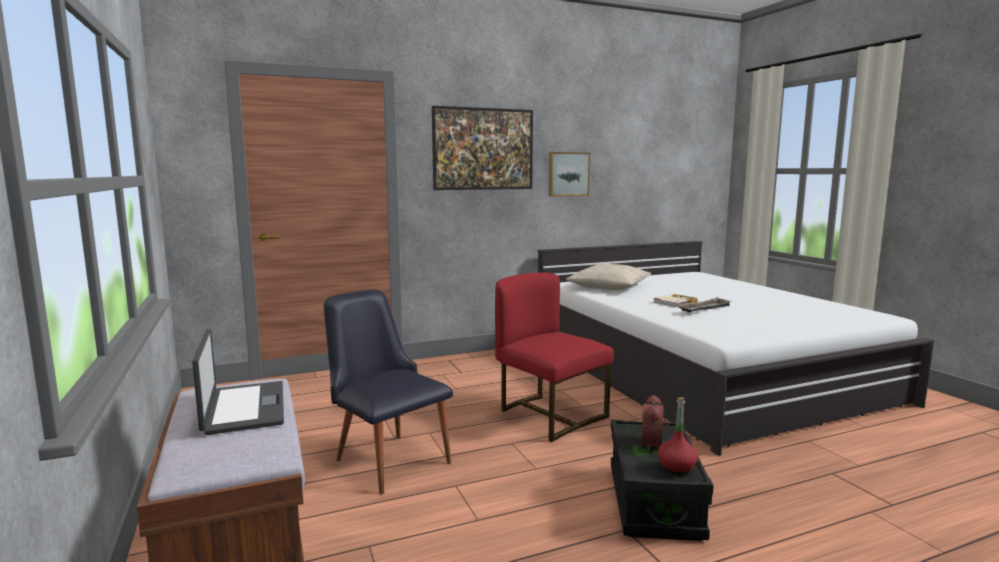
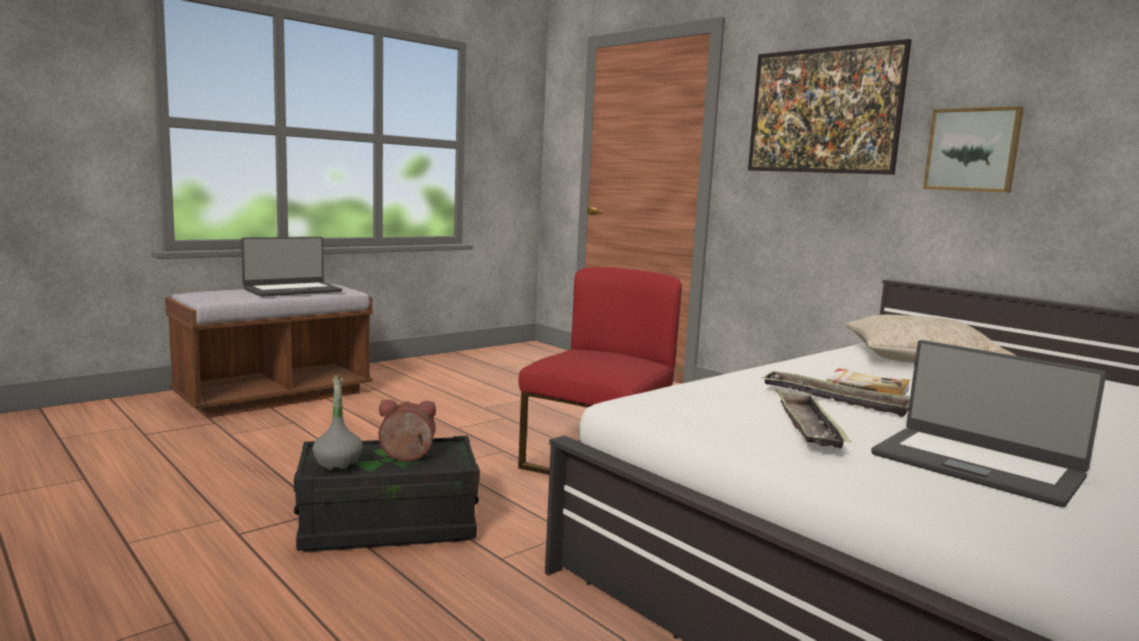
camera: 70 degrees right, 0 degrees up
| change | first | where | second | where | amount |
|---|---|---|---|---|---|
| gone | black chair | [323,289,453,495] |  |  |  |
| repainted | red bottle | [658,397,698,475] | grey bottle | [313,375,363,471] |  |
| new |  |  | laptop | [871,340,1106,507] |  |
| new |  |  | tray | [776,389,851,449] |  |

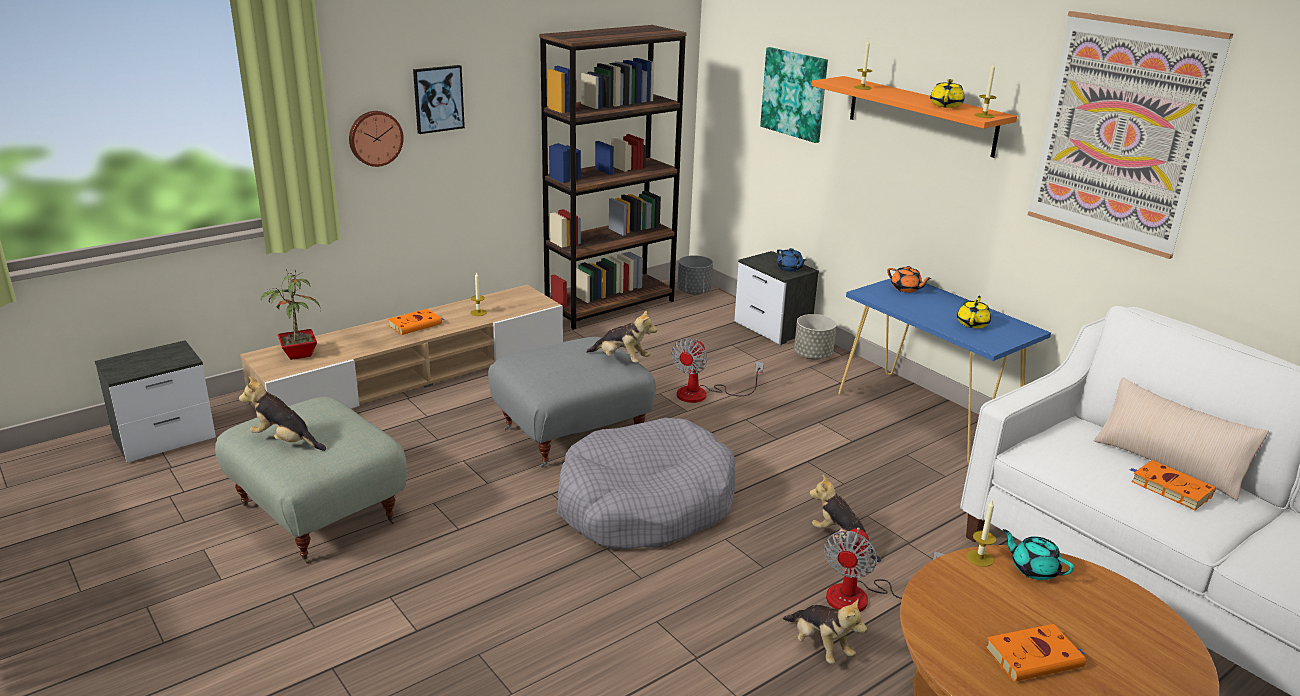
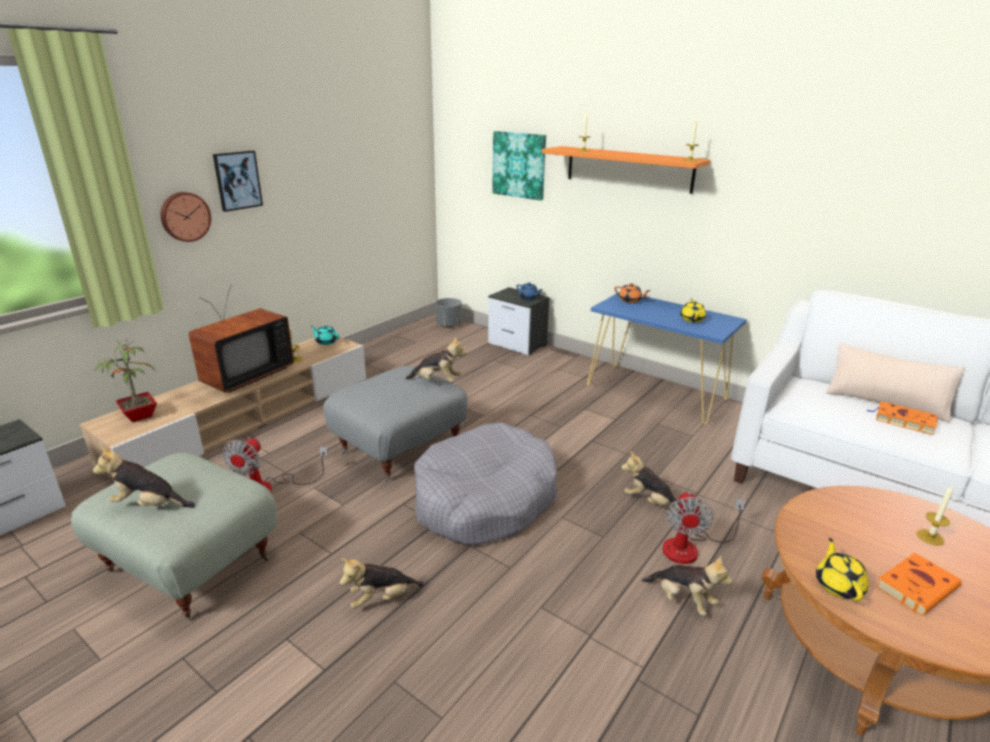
camera: 15 degrees left, 0 degrees up
| change | first | where | second | where | amount |
|---|---|---|---|---|---|
| gone | picture | [1028,11,1233,259] |  |  |  |
| gone | brown bookcase | [539,25,687,330] |  |  |  |
| shifted | yellow teapot | [930,79,964,108] |  | [816,538,869,601] |  |
| swapped | orange book | [388,309,444,335] | television | [189,284,294,393] |  |
| gone | grey planter | [794,314,837,360] |  |  |  |
| shifted | fan | [671,338,764,403] |  | [222,437,328,492] |  |
| shifted | candle | [966,499,996,567] |  | [917,486,953,546] |  |
| shifted | turquoise teapot | [1003,529,1074,580] |  | [311,325,339,345] |  |
| new |  |  | plush toy | [340,558,424,609] |  |

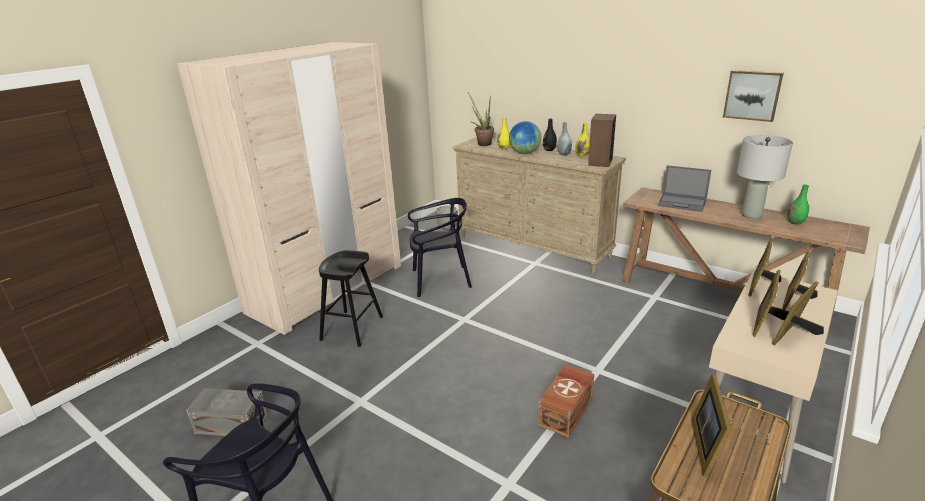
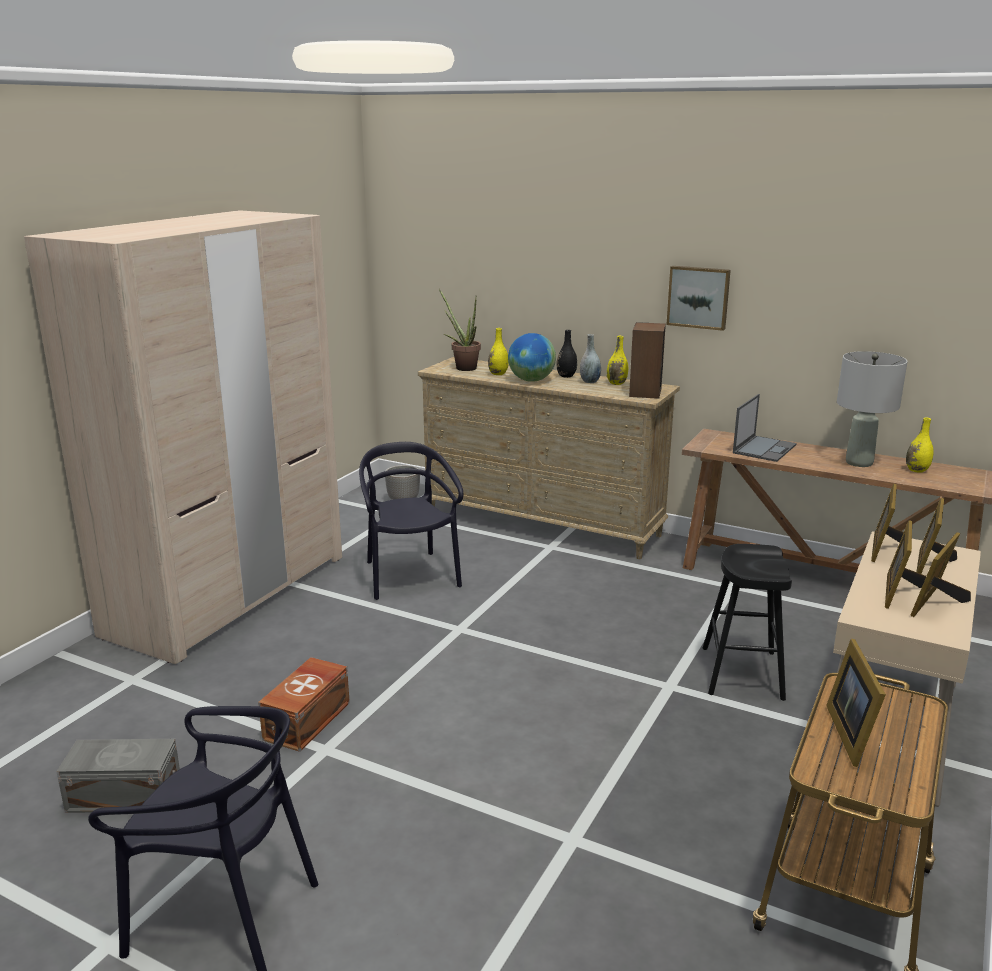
camera: 10 degrees left, 5 degrees down
| change | first | where | second | where | amount |
|---|---|---|---|---|---|
| shifted | picture | [723,70,784,122] |  | [666,266,731,331] |  |
| rotated | laptop | [657,165,711,212] |  | [733,394,797,462] | 75 degrees counterclockwise |
| repainted | green vase | [787,185,809,224] | yellow vase | [906,418,934,473] |  |
| rotated | black chair | [408,198,472,297] |  | [359,442,463,600] | 90 degrees counterclockwise |
| shifted | black stool | [319,250,383,347] |  | [703,544,792,701] |  |
| shifted | brown storage box | [538,364,594,438] |  | [258,657,350,752] |  |

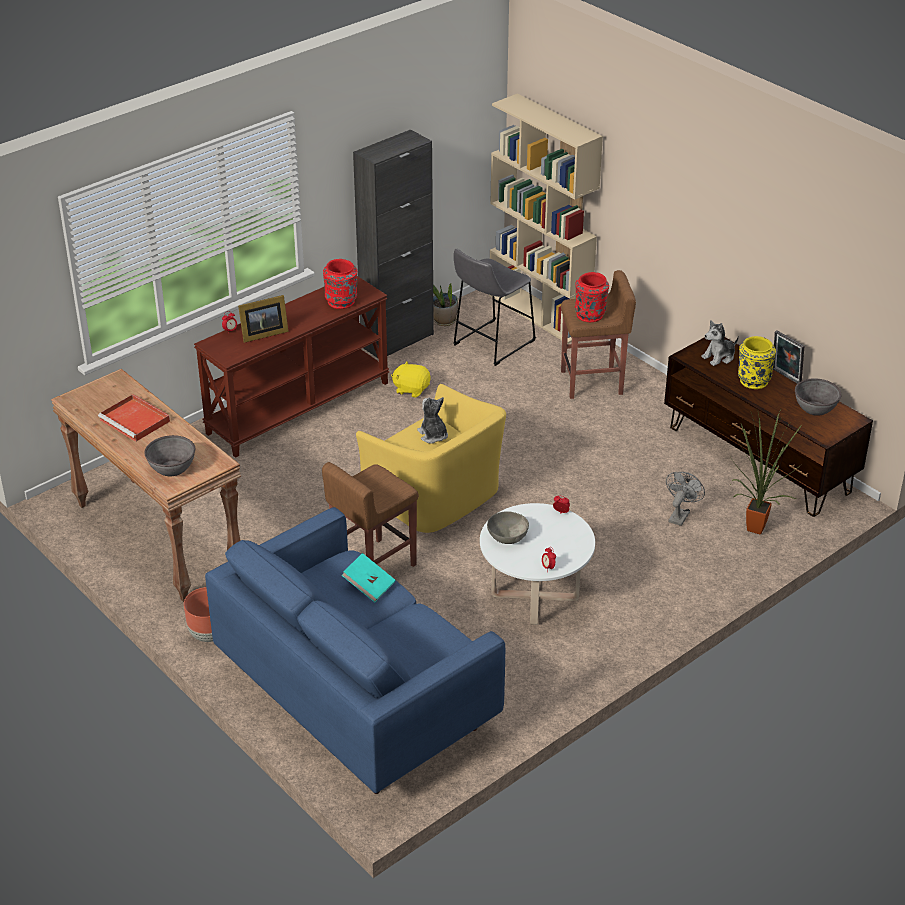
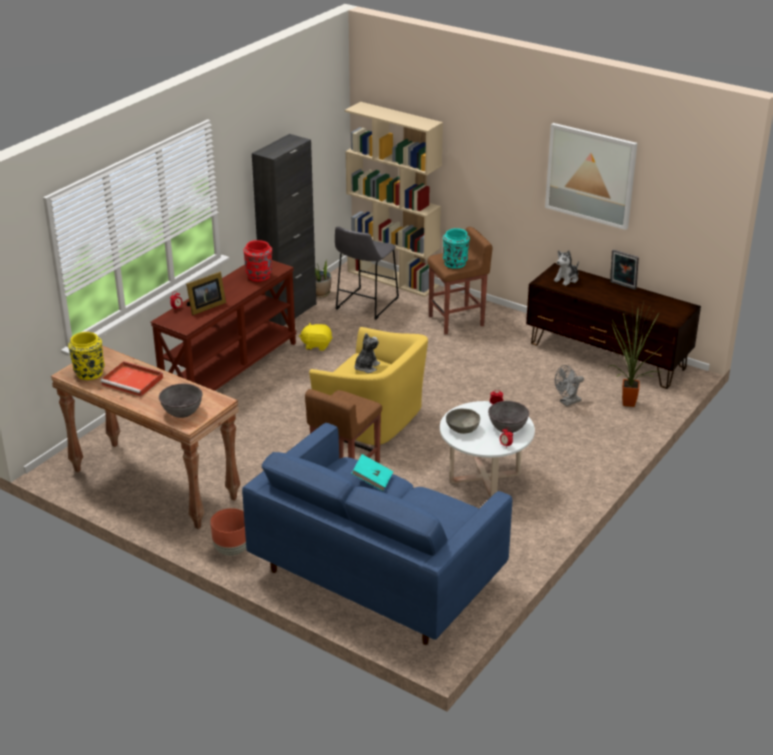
camera: 15 degrees left, 5 degrees down
| change | first | where | second | where | amount |
|---|---|---|---|---|---|
| repainted | red vase | [575,272,609,322] | turquoise vase | [443,228,470,269] |  |
| shifted | yellow vase | [738,336,776,389] |  | [68,332,105,380] |  |
| shifted | grey bowl | [795,378,842,416] |  | [488,401,529,433] |  |
| rotated | plush toy | [417,397,448,444] |  | [354,333,380,373] | 75 degrees clockwise |
| rotated | grey fan | [666,472,705,526] |  | [555,365,584,407] | 135 degrees counterclockwise |
| new |  |  | picture | [545,123,637,230] |  |

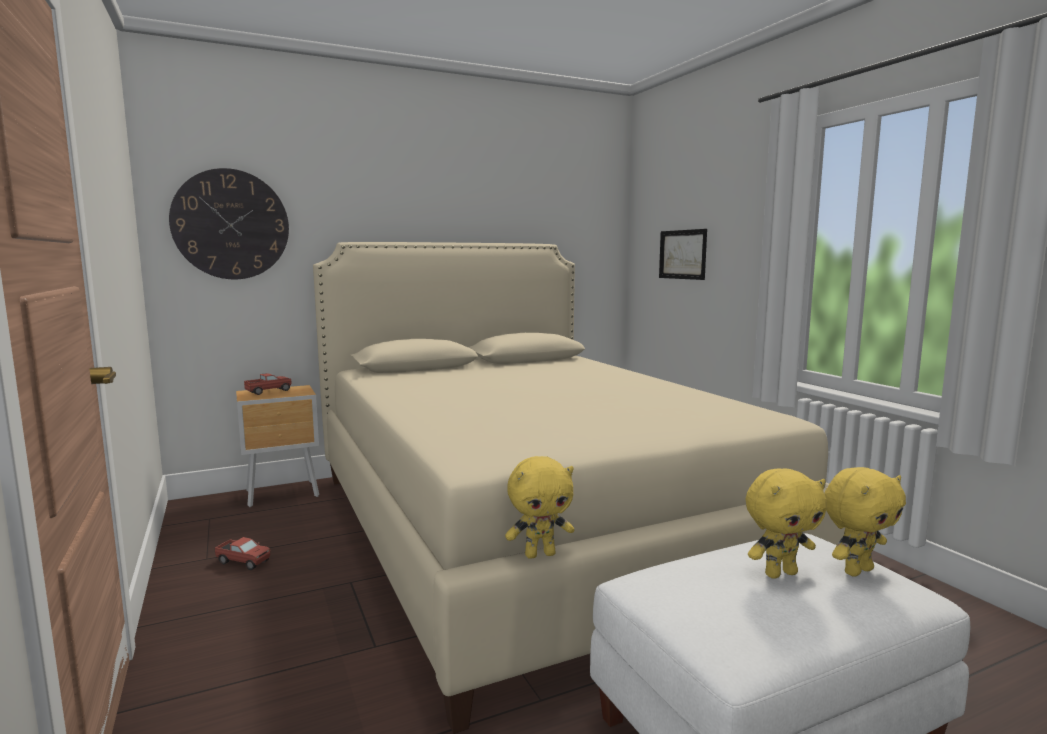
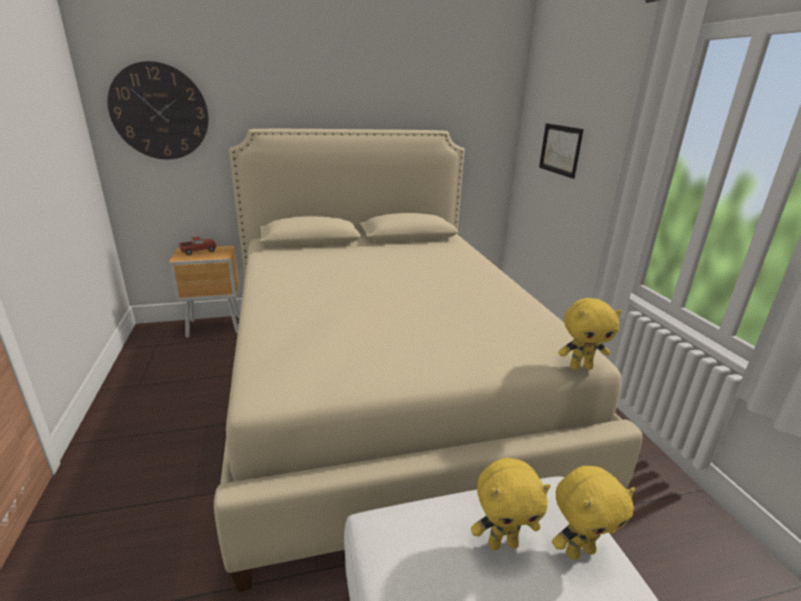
camera: 10 degrees right, 15 degrees up
| change | first | where | second | where | amount |
|---|---|---|---|---|---|
| shifted | yellow plush toy | [505,456,574,559] |  | [558,298,622,370] |  |
| gone | toy truck | [215,537,270,570] |  |  |  |

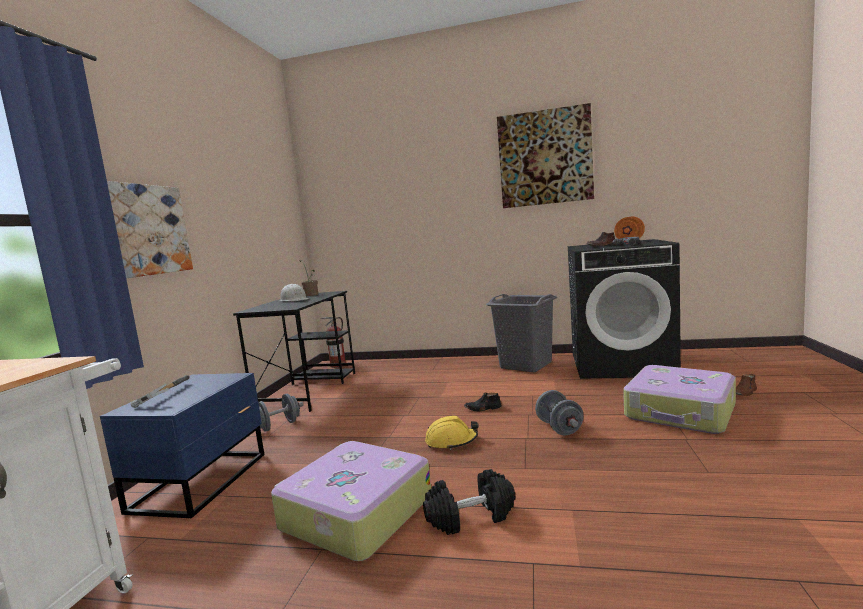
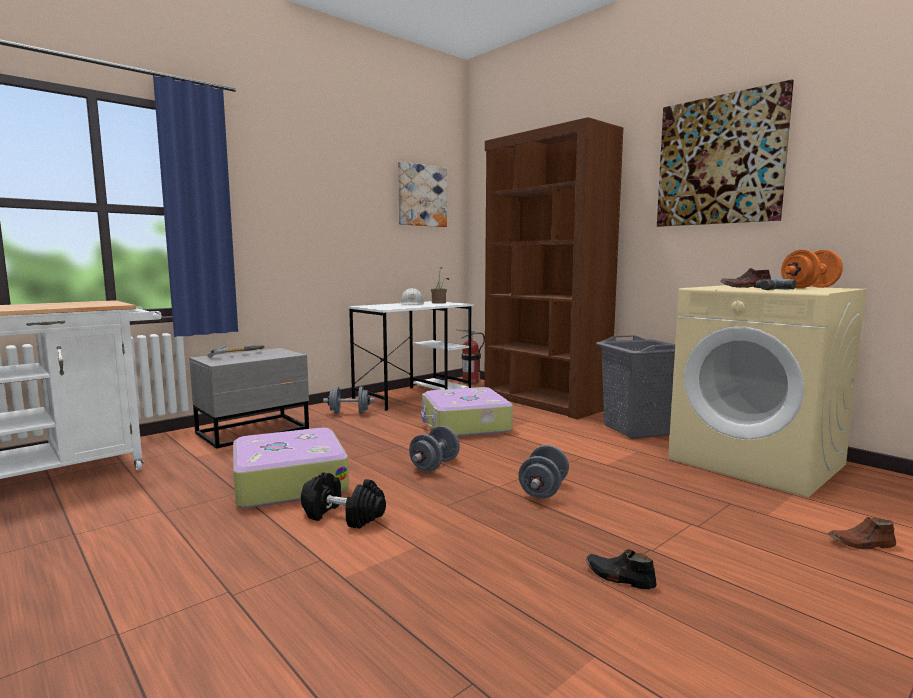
camera: 35 degrees right, 0 degrees up
| change | first | where | second | where | amount |
|---|---|---|---|---|---|
| shifted | picture | [107,181,193,278] |  | [398,161,447,227] |  |
| repainted | black washing machine | [567,239,681,379] | beige washing machine | [668,285,867,498] |  |
| repainted | black desk | [233,291,355,412] | white desk | [347,301,474,411] |  |
| shifted | suitcase | [623,365,736,434] |  | [421,387,513,437] |  |
| repainted | blue nightstand | [100,373,264,518] | grey nightstand | [189,348,309,449] |  |
| shifted | black shoe | [464,392,502,412] |  | [586,549,657,589] |  |
| swapped | yellow hard hat | [425,416,479,450] | grey dumbbell | [409,426,460,472] |  |
| new |  |  | brown bookcase | [484,117,623,419] |  |

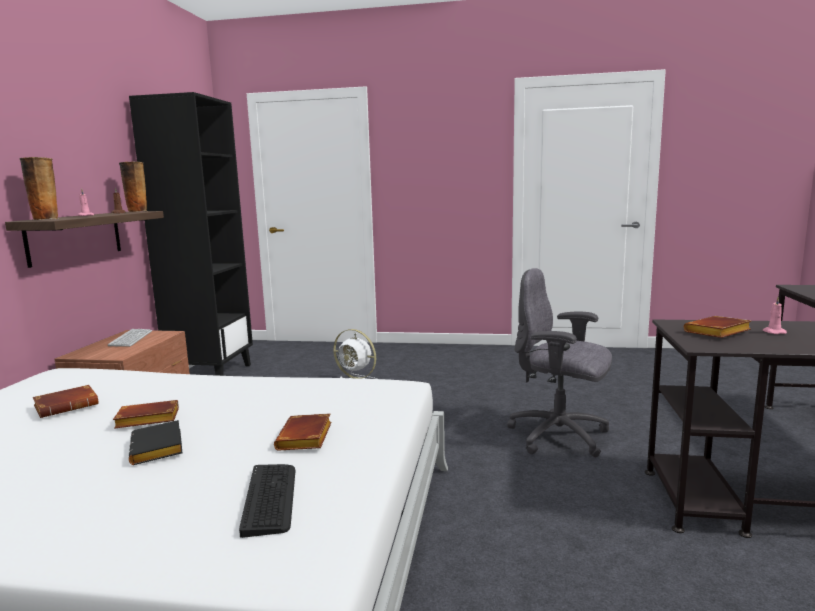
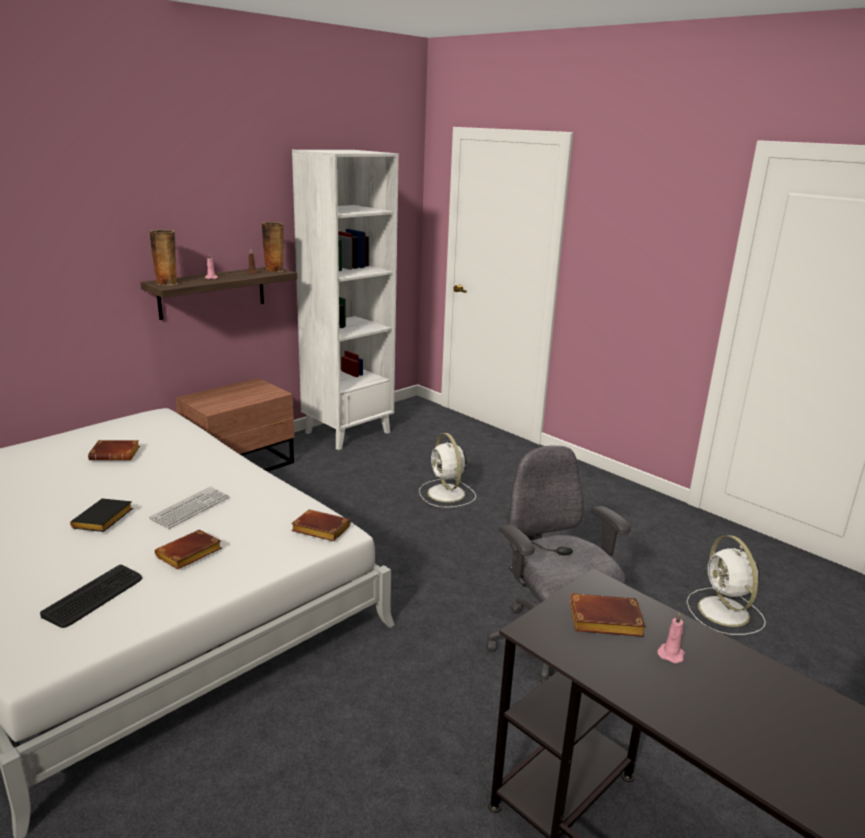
camera: 35 degrees right, 10 degrees up
| change | first | where | second | where | amount |
|---|---|---|---|---|---|
| repainted | black bookcase | [129,92,253,376] | white bookcase | [292,150,399,450] |  |
| shifted | keyboard | [108,329,152,347] |  | [149,487,229,529] |  |
| shifted | brown book | [113,400,179,429] |  | [291,510,351,541] |  |
| new |  |  | white fan | [686,535,766,635] |  |

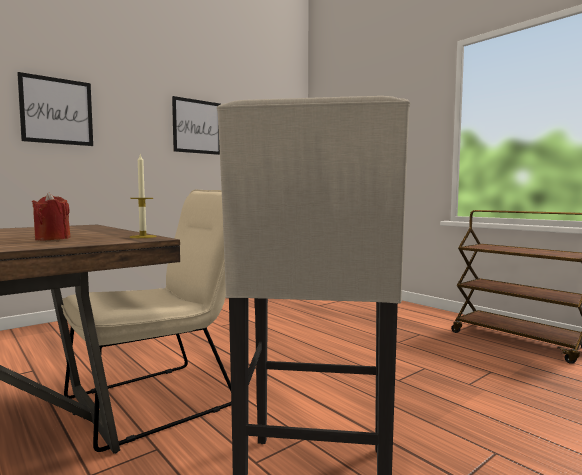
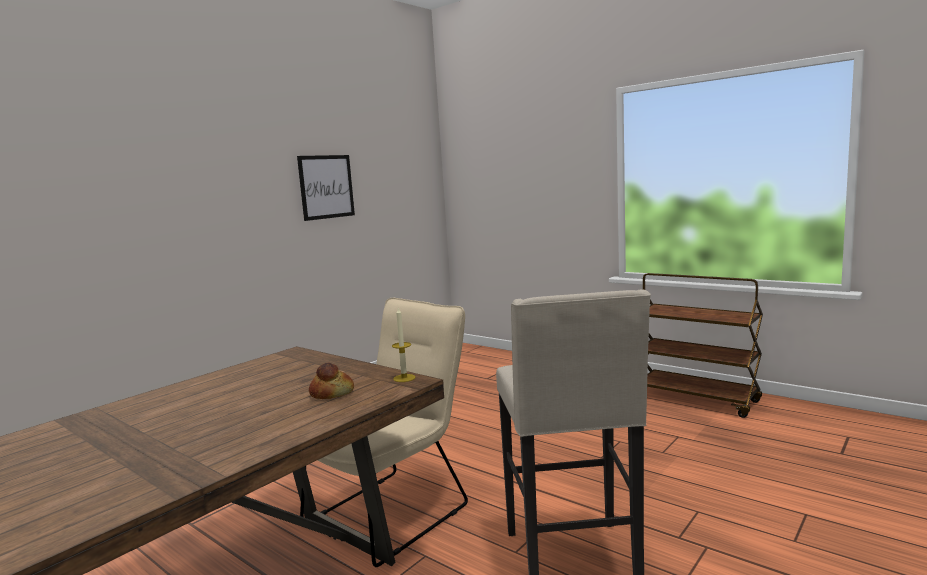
camera: 10 degrees left, 5 degrees up
| change | first | where | second | where | amount |
|---|---|---|---|---|---|
| gone | picture | [17,72,93,146] |  |  |  |
| swapped | red candle | [32,192,71,241] | bread | [309,363,354,399] |  |

